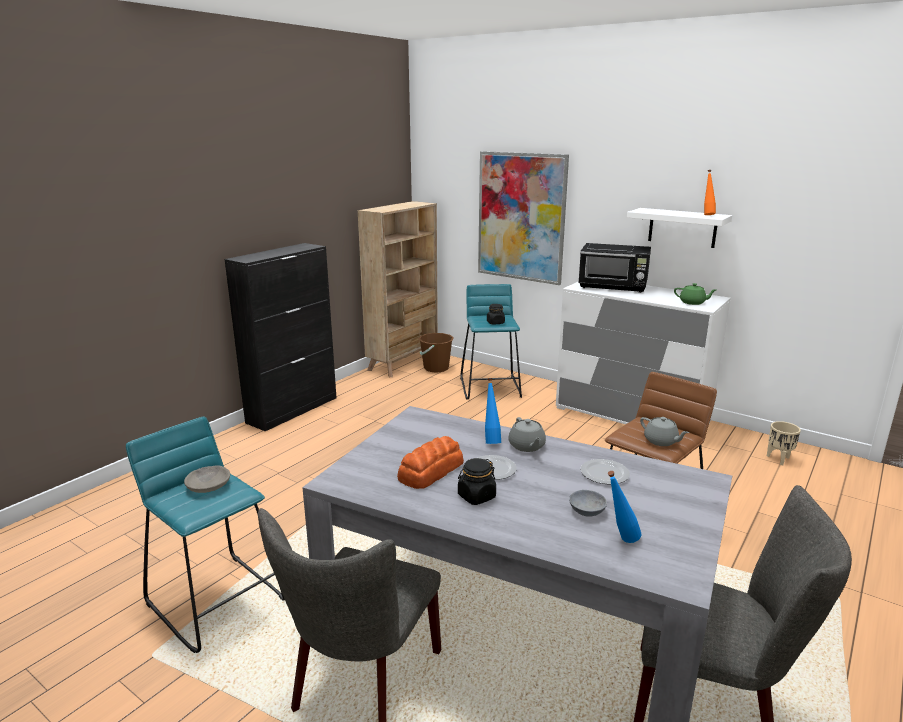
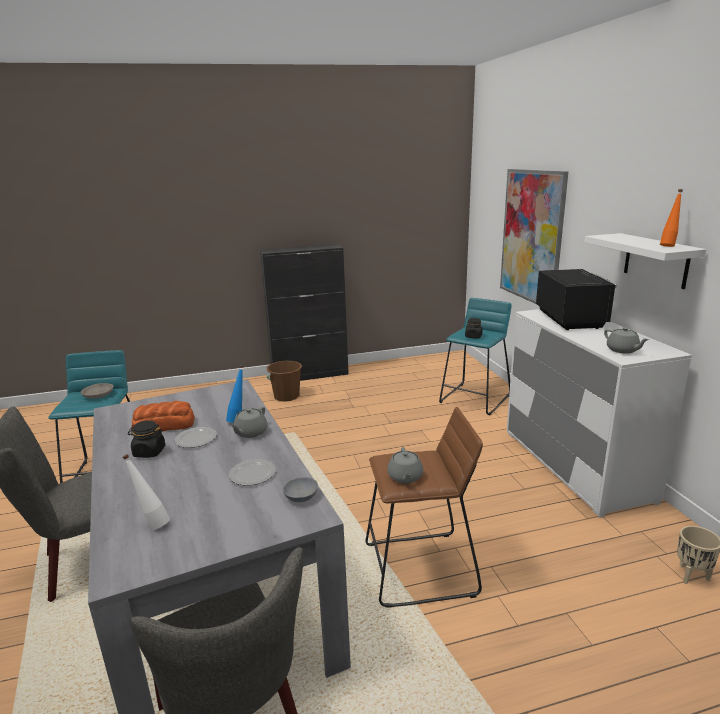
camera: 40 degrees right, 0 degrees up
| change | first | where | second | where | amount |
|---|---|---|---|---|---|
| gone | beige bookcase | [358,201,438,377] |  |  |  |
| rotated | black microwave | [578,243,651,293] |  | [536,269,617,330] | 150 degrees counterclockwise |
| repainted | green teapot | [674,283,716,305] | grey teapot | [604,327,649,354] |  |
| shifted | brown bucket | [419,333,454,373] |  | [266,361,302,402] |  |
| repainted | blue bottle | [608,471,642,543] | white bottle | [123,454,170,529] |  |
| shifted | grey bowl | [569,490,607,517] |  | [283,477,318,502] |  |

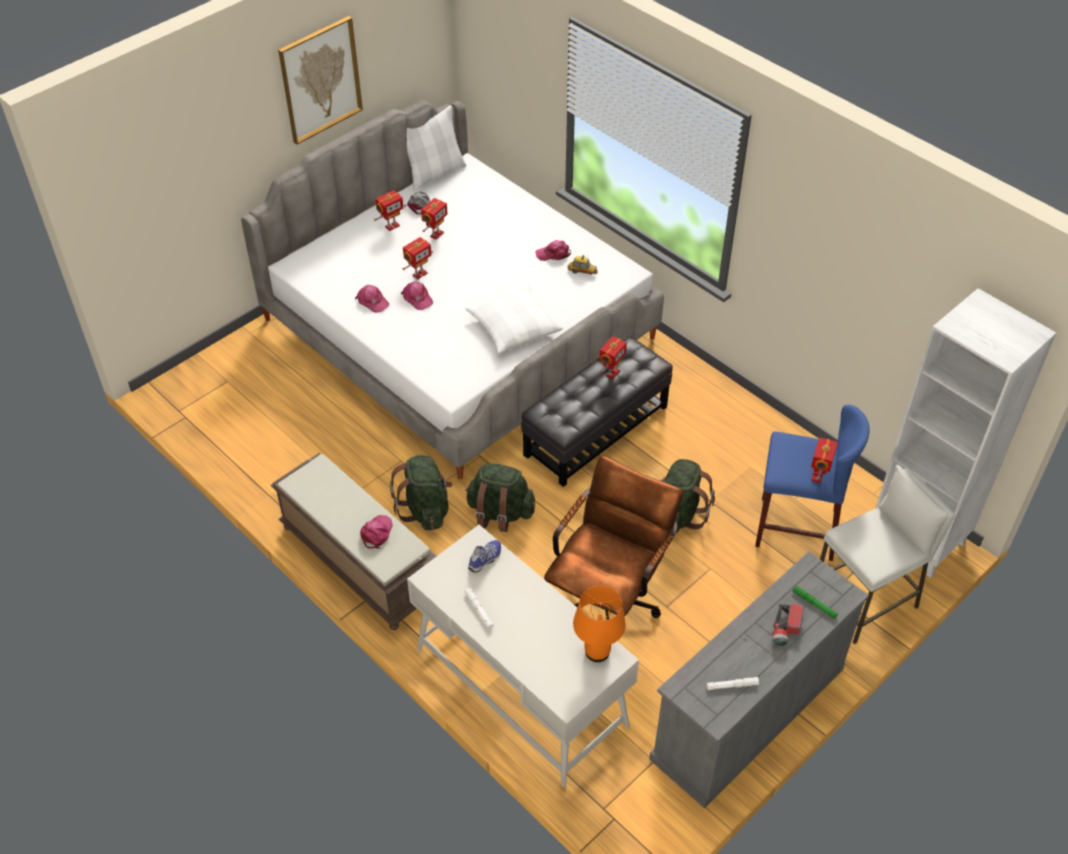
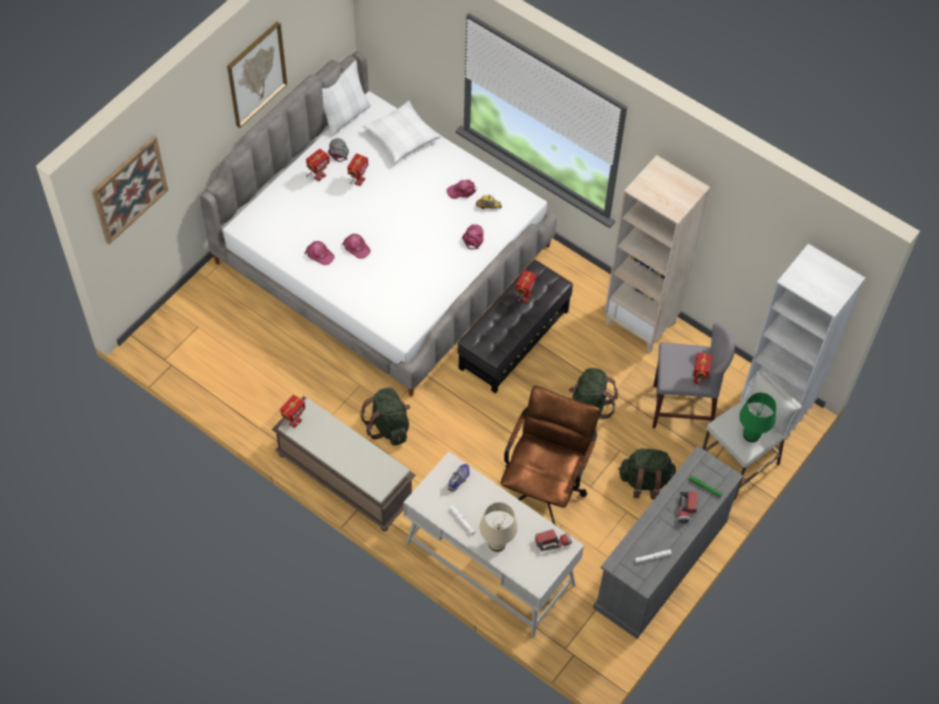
camera: 10 degrees left, 10 degrees up
| change | first | where | second | where | amount |
|---|---|---|---|---|---|
| shifted | toy robot | [402,237,433,279] |  | [280,395,305,428] |  |
| shifted | white pillow | [465,285,563,354] |  | [363,100,441,163] |  |
| repainted | blue stool | [755,405,870,561] | grey stool | [652,323,735,428] |  |
| shifted | green backpack | [465,463,535,532] |  | [618,448,676,500] |  |
| shifted | pink cap | [360,515,393,549] |  | [462,224,484,250] |  |
| swapped | orange table lamp | [573,586,626,662] | flashlight | [535,529,572,552] |  |
| new |  |  | picture | [92,136,168,244] |  |
| new |  |  | beige bookcase | [604,155,710,353] |  |
| new |  |  | green table lamp | [739,393,776,442] |  |
| new |  |  | beige table lamp | [480,502,518,552] |  |

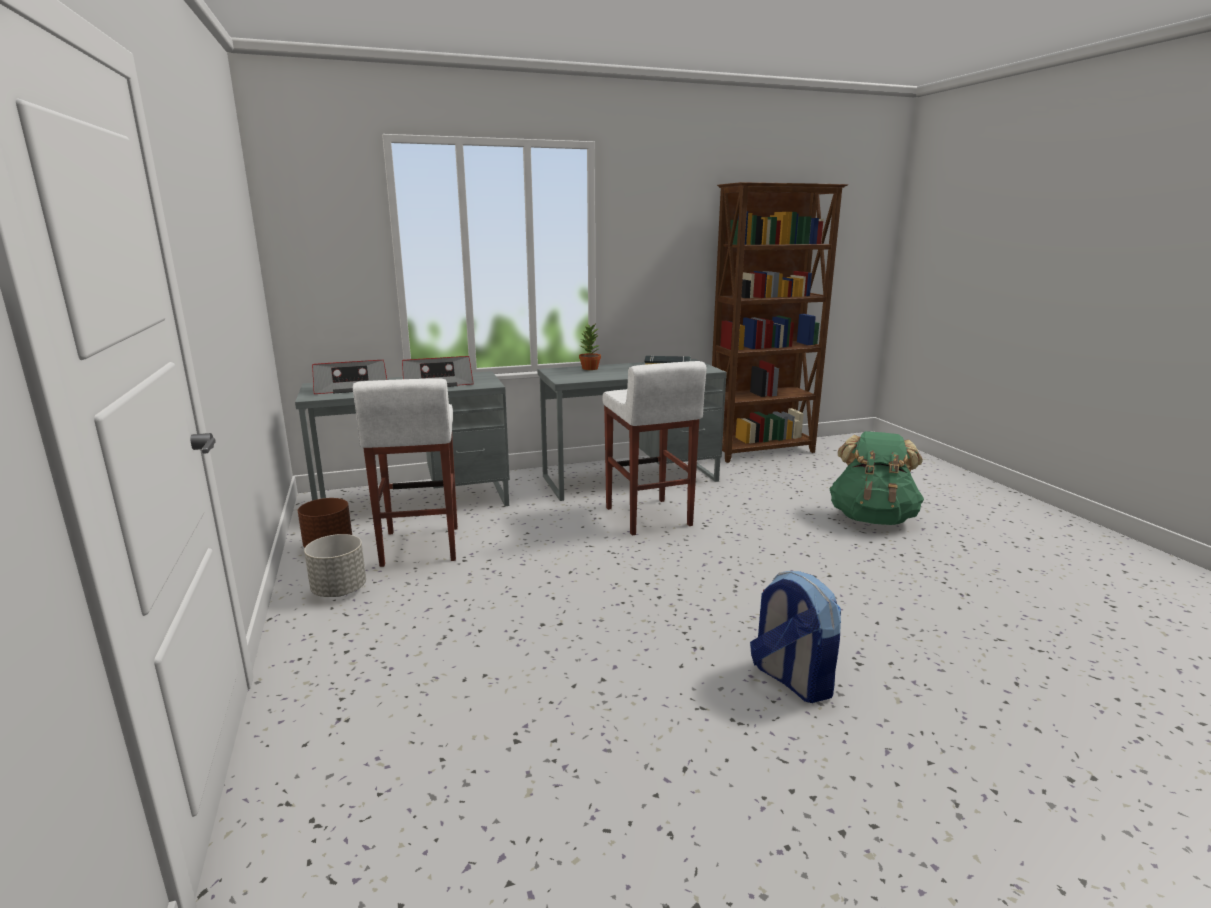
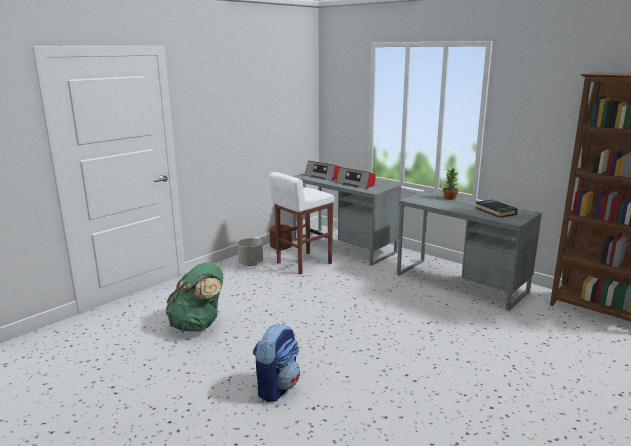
camera: 60 degrees right, 0 degrees up
| change | first | where | second | where | amount |
|---|---|---|---|---|---|
| gone | white stool | [602,361,707,536] |  |  |  |
| shifted | green backpack | [830,431,924,525] |  | [166,262,223,331] |  |

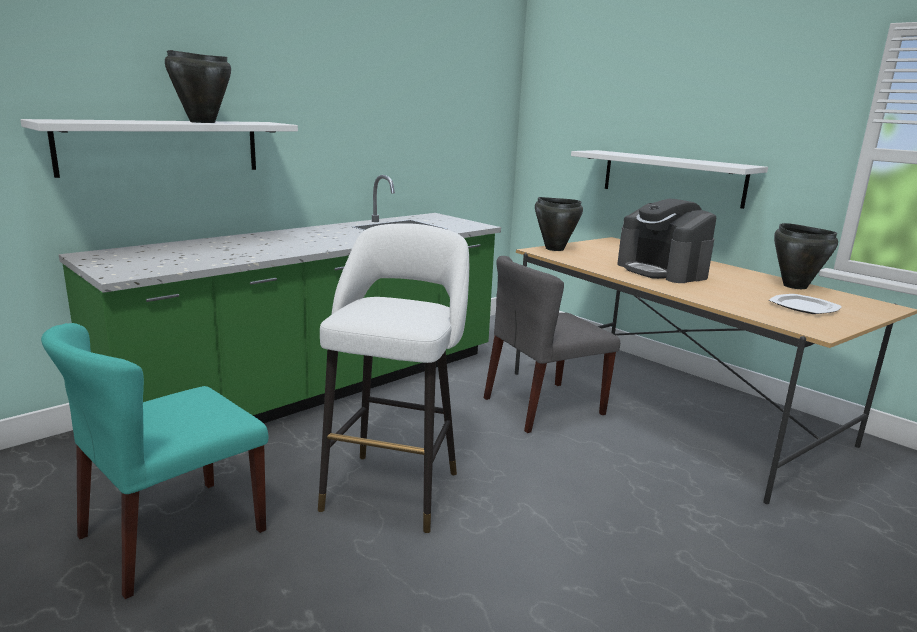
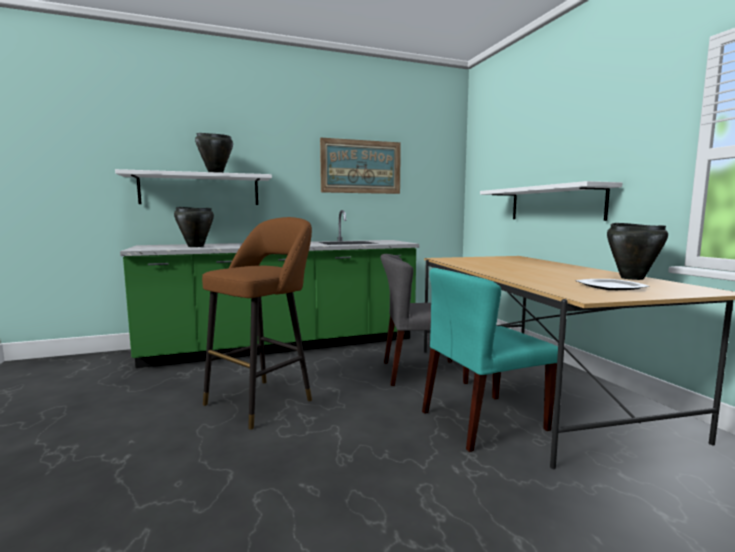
camera: 25 degrees right, 10 degrees down
| change | first | where | second | where | amount |
|---|---|---|---|---|---|
| shifted | black cooking pot | [535,197,583,251] |  | [174,207,214,247] |  |
| gone | coffee machine | [617,199,716,283] |  |  |  |
| repainted | white stool | [318,223,469,533] | brown stool | [202,217,312,430] |  |
| shifted | turquoise chair | [41,323,268,599] |  | [422,268,558,452] |  |
| new |  |  | picture | [320,138,401,194] |  |

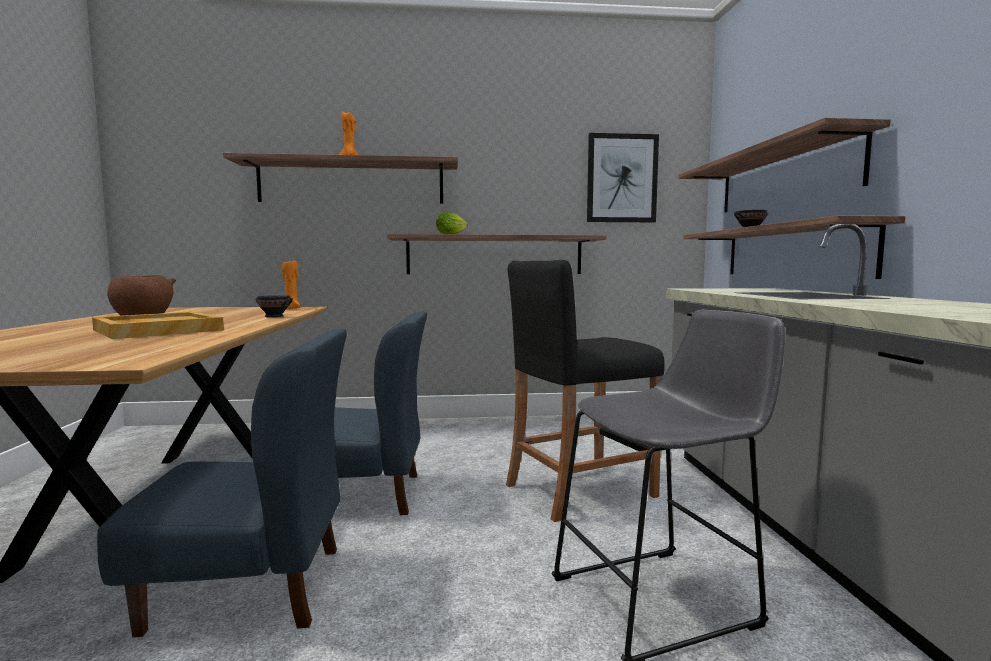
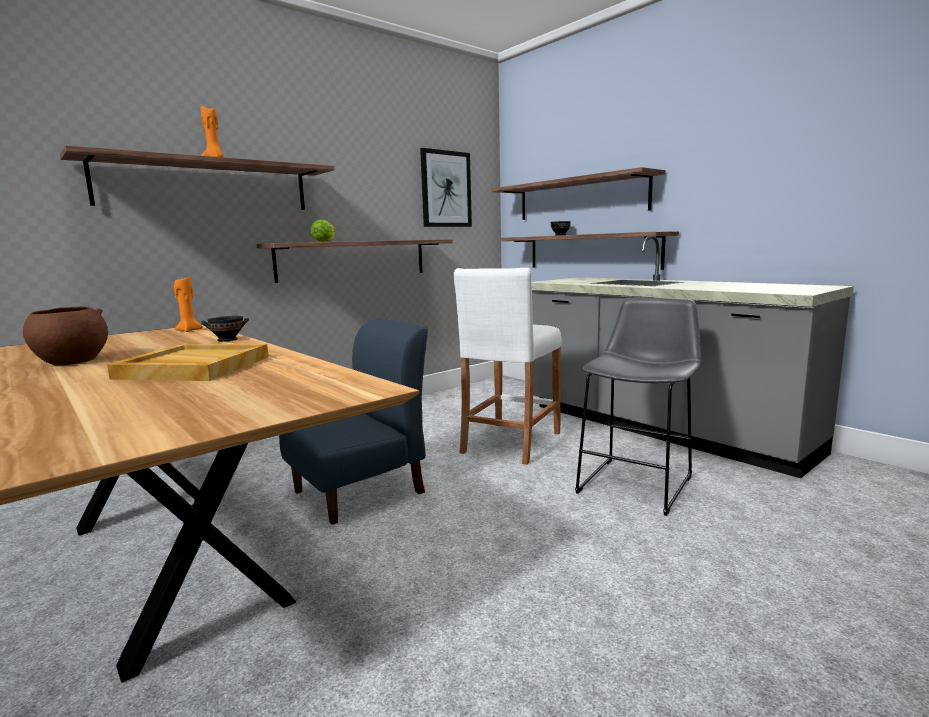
camera: 35 degrees left, 5 degrees up
| change | first | where | second | where | amount |
|---|---|---|---|---|---|
| repainted | black stool | [506,260,665,522] | white stool | [454,268,562,465] |  |
| gone | blue chair | [97,328,347,637] |  |  |  |

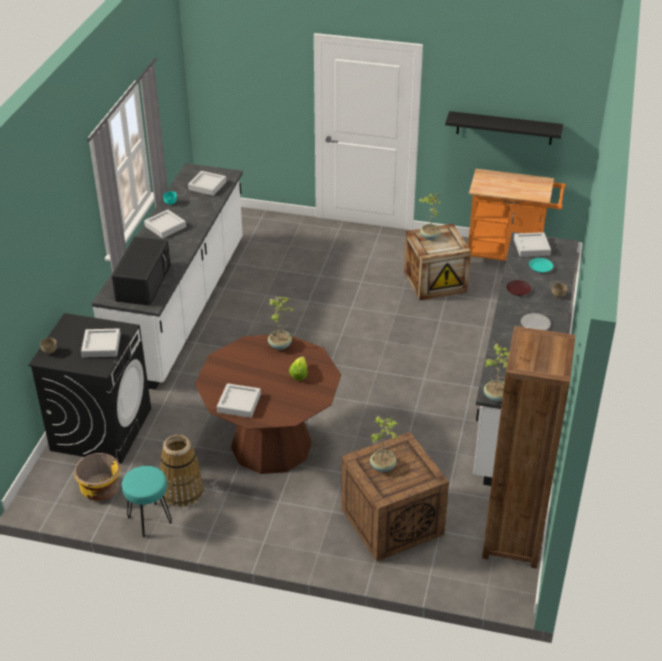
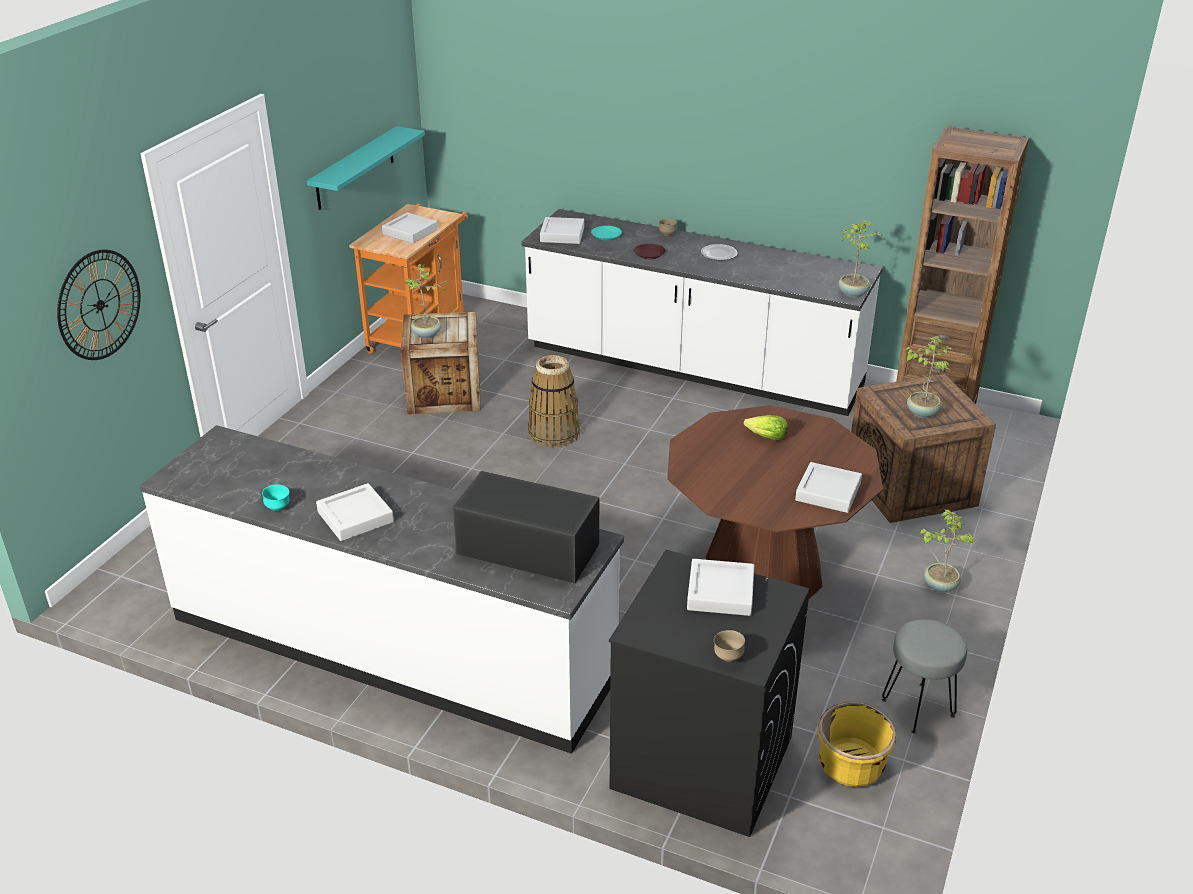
camera: 80 degrees left, 5 degrees down
| change | first | where | second | where | amount |
|---|---|---|---|---|---|
| repainted | black shelf | [445,111,563,145] | turquoise shelf | [307,126,425,210] |  |
| shifted | grey tray | [188,171,226,196] |  | [382,212,438,243] |  |
| shifted | potted plant | [268,297,295,350] |  | [919,509,976,593] |  |
| shifted | basket | [160,435,203,507] |  | [528,355,580,448] |  |
| repainted | turquoise stool | [122,466,172,537] | grey stool | [882,619,967,734] |  |
| new |  |  | wall clock | [57,249,141,360] |  |

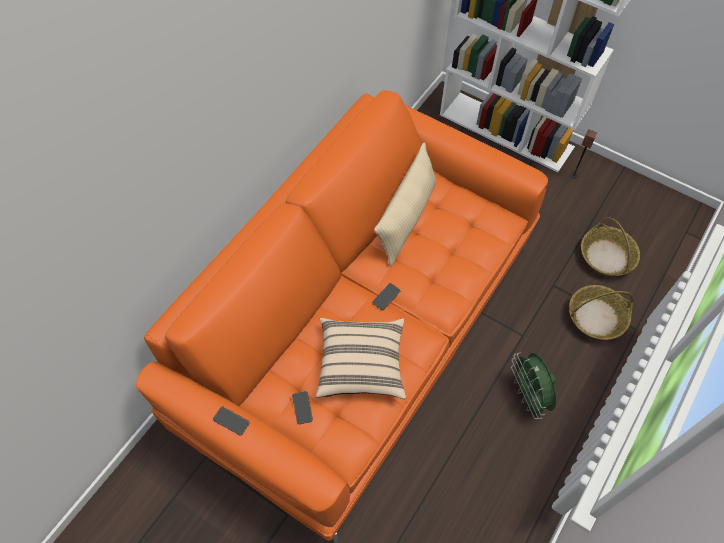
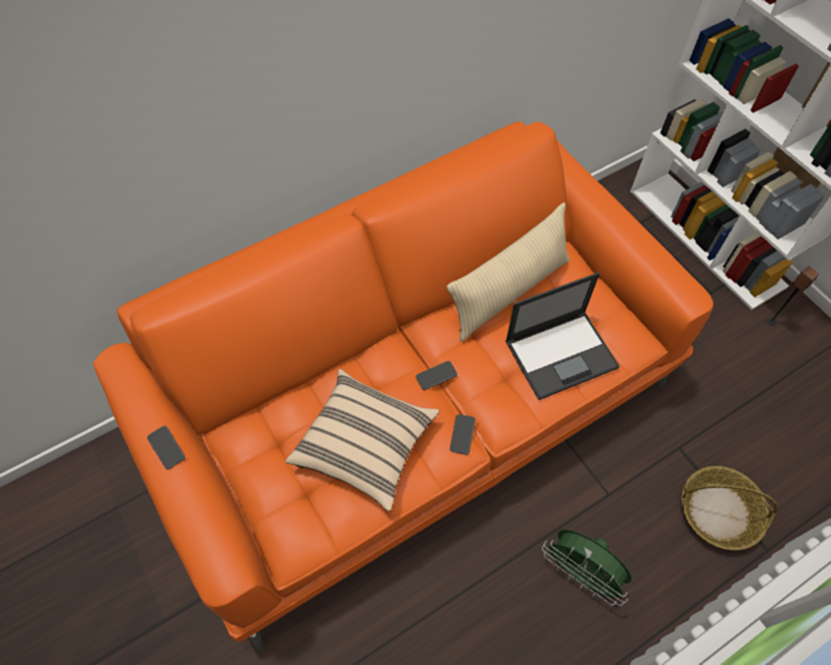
camera: 25 degrees right, 0 degrees up
| change | first | where | second | where | amount |
|---|---|---|---|---|---|
| gone | basket | [581,217,640,276] |  |  |  |
| rotated | green fan | [511,352,556,419] |  | [542,529,632,606] | 60 degrees counterclockwise |
| shifted | phone | [292,391,313,424] |  | [450,414,476,455] |  |
| new |  |  | laptop | [505,272,620,400] |  |

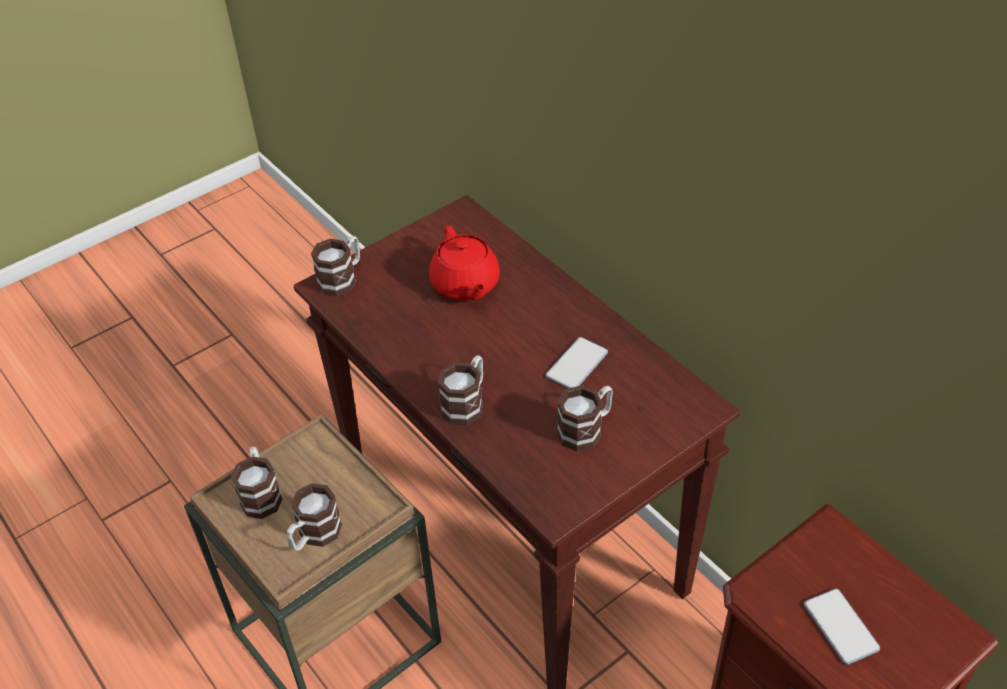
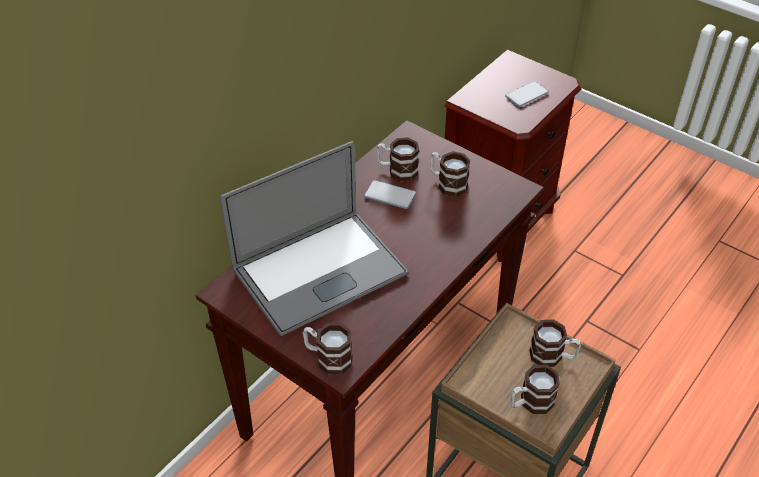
camera: 105 degrees left, 0 degrees up
| change | first | where | second | where | amount |
|---|---|---|---|---|---|
| swapped | red teapot | [429,225,500,301] | laptop | [220,141,407,336] |  |
| shifted | mug | [438,355,483,426] |  | [376,137,419,182] |  |

